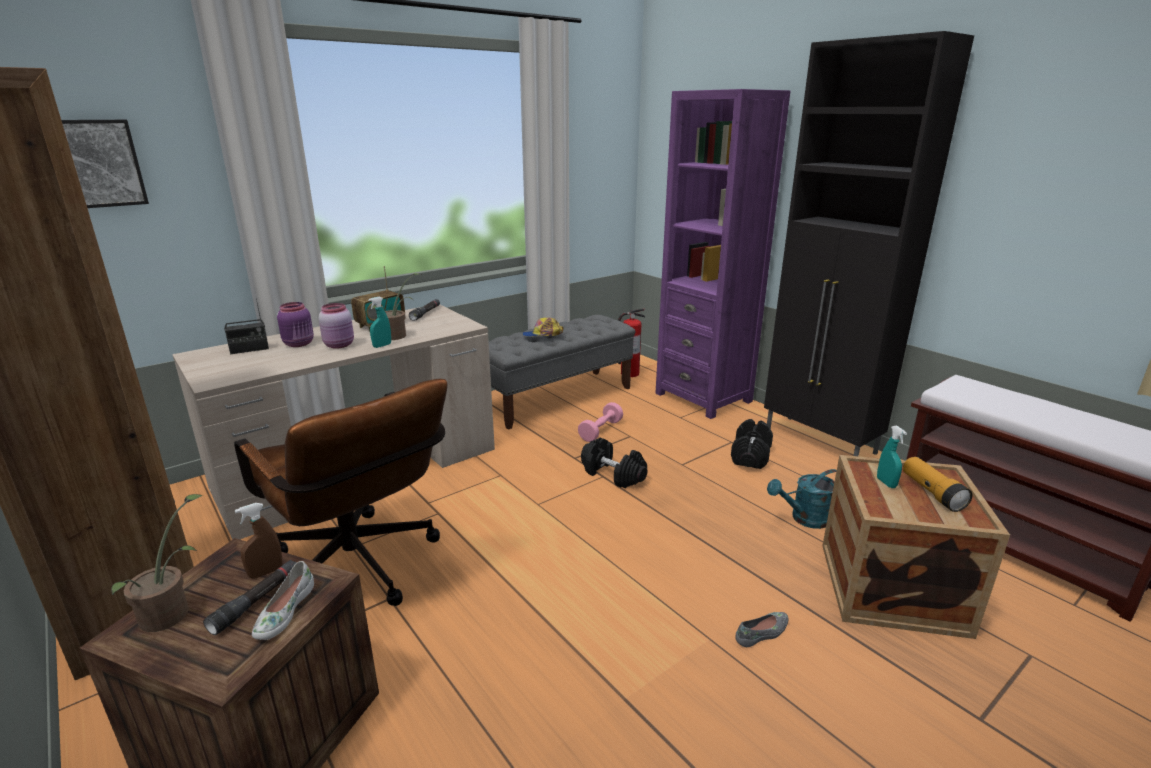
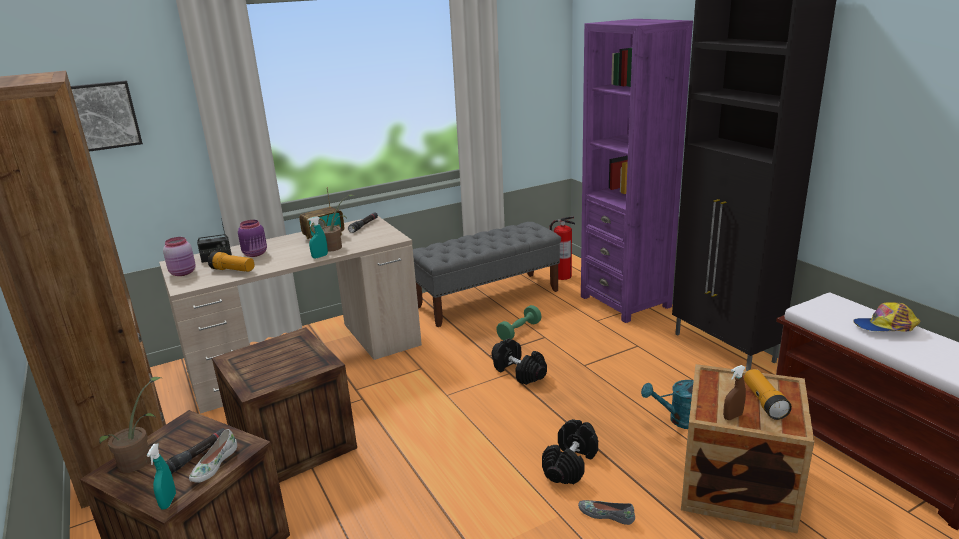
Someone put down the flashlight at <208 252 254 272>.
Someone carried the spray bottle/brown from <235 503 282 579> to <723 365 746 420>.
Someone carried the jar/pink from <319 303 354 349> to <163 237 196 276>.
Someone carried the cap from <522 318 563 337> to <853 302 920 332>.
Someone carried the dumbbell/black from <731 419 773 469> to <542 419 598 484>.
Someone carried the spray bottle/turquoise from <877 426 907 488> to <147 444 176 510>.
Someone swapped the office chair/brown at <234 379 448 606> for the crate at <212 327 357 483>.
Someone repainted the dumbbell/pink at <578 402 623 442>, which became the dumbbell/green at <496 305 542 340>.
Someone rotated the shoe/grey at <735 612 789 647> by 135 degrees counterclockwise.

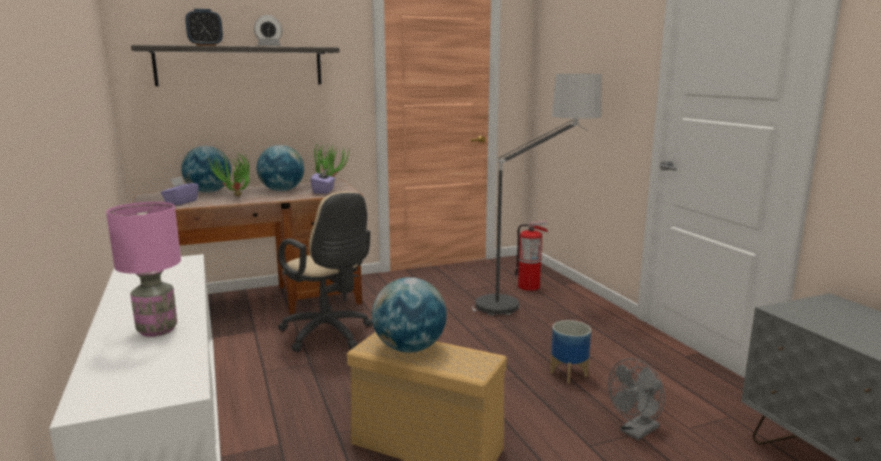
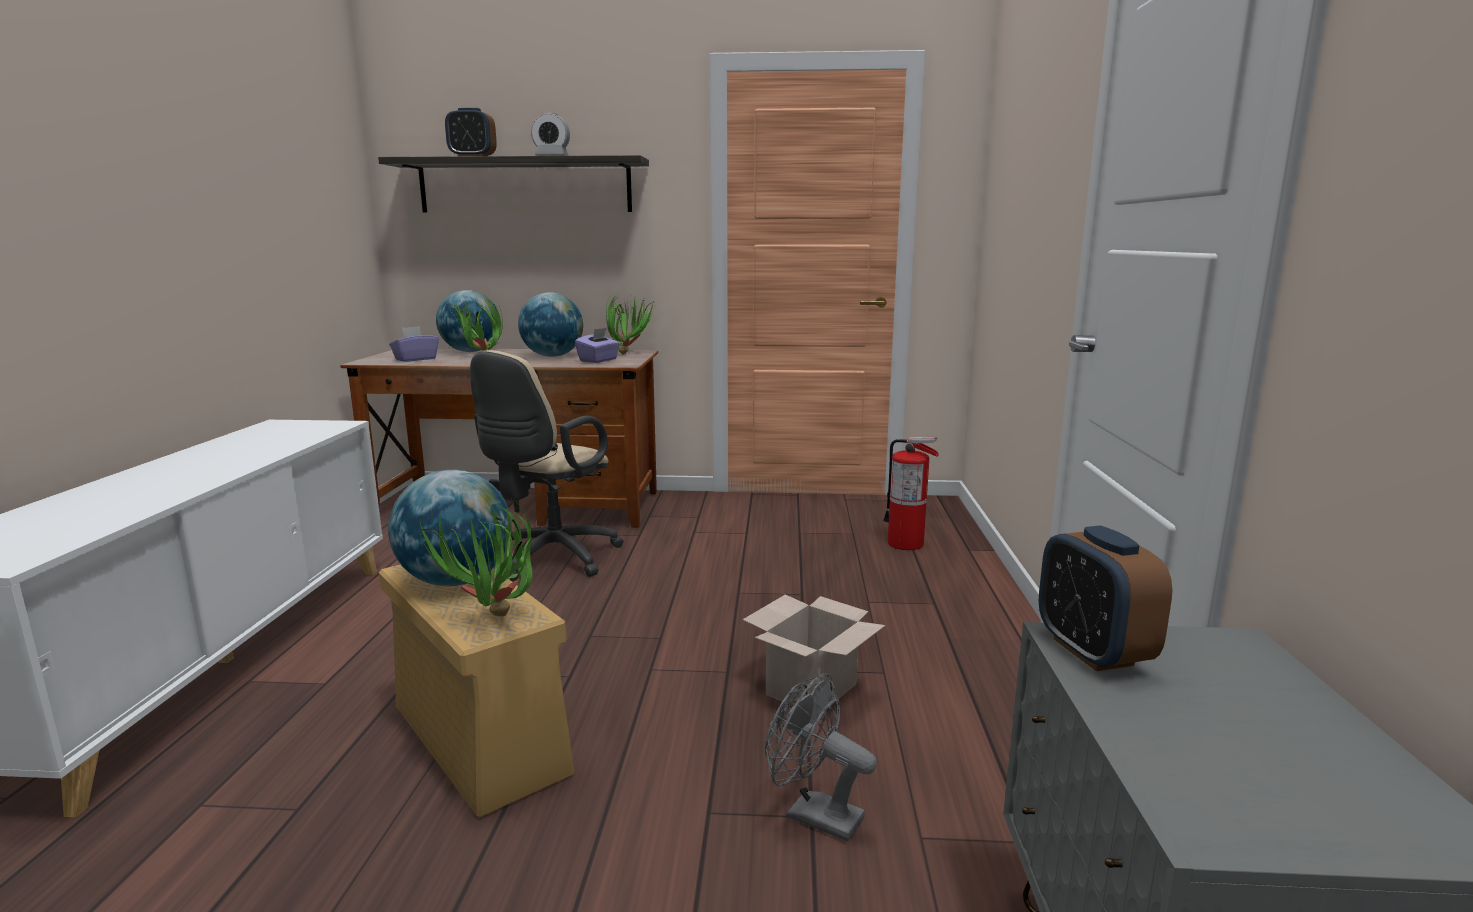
Someone took away the table lamp/pink at <106 202 181 337>.
Someone took away the floor lamp at <472 74 603 316>.
Someone put down the potted plant at <420 505 533 616>.
Someone put down the alarm clock at <1039 525 1172 671>.
Someone swapped the planter at <550 320 591 384> for the cardboard box at <743 594 885 706>.
Someone rotated the office chair/beige at <278 192 372 352> by 45 degrees clockwise.
Someone rotated the fan/grey at <608 358 665 440> by 45 degrees clockwise.

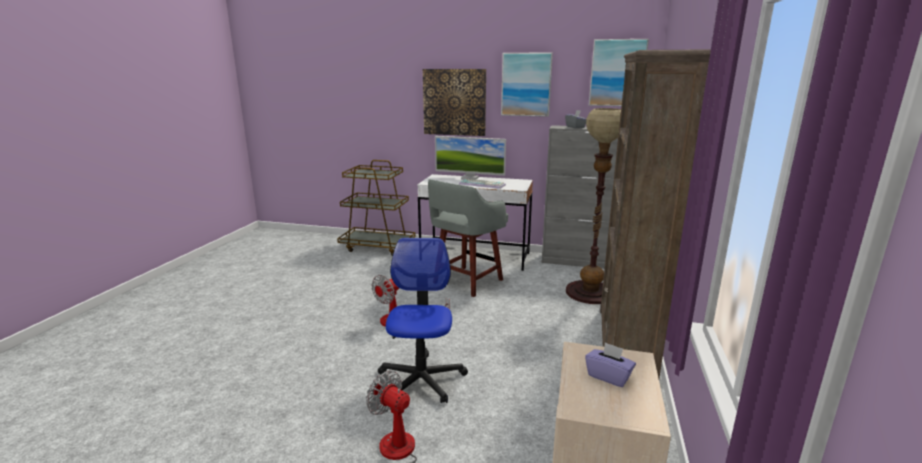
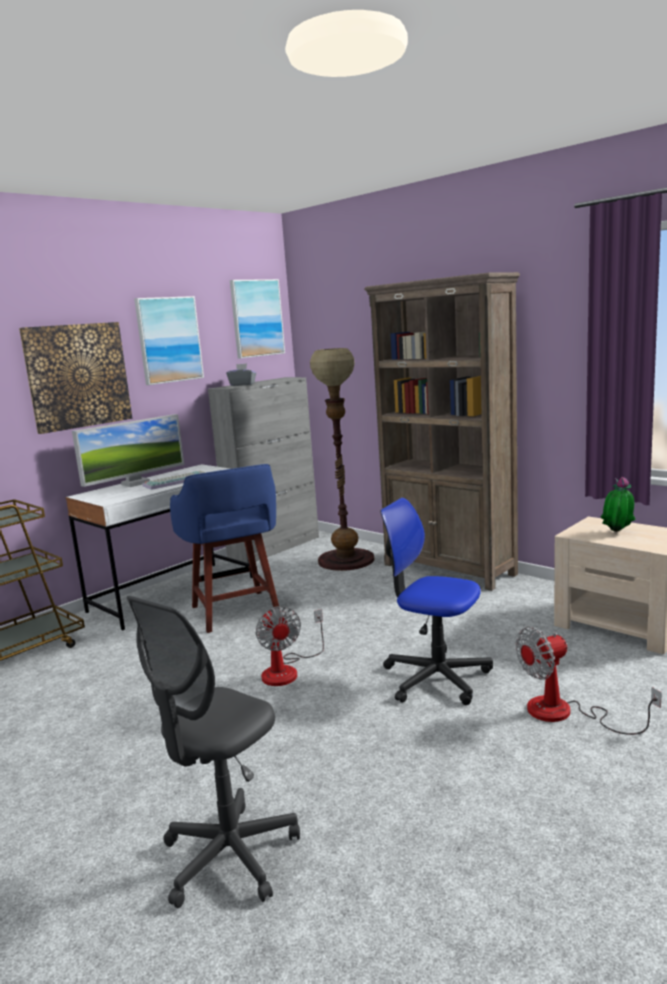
Someone put down the office chair/grey at <127 596 300 908>.
Someone swapped the tissue box/purple at <585 342 636 387> for the potted plant at <600 477 636 532>.
Someone repainted the stool/grey at <428 179 508 297>, which became the stool/blue at <170 464 280 633>.

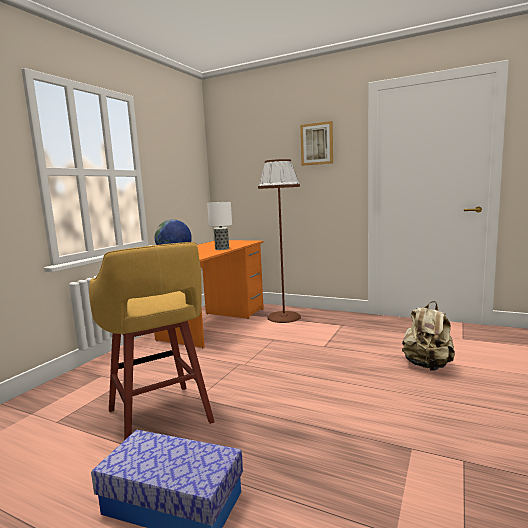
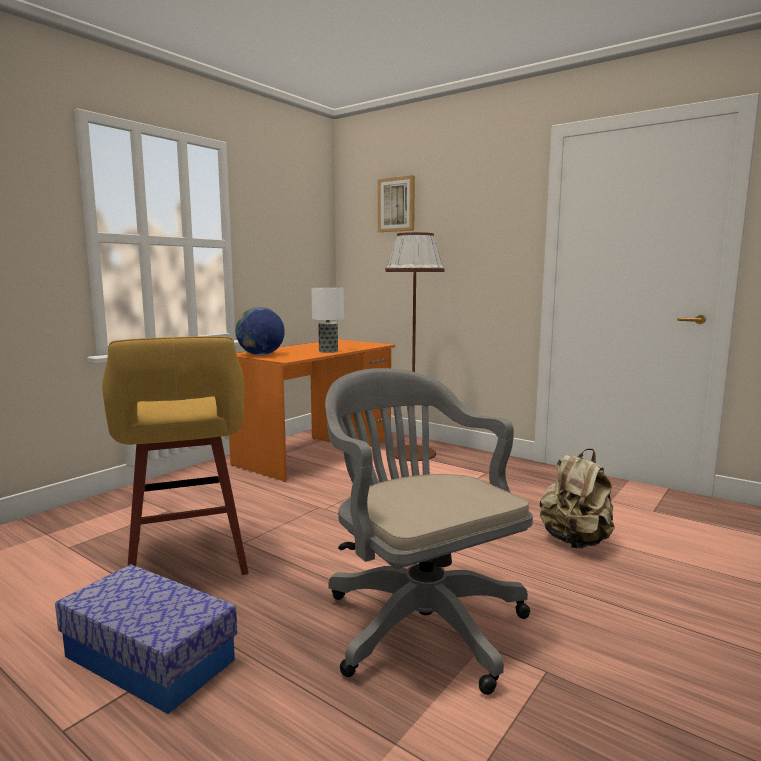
Someone put down the office chair/grey at <325 368 533 695>.
Someone carried the picture from <300 121 333 166> to <378 175 415 232>.

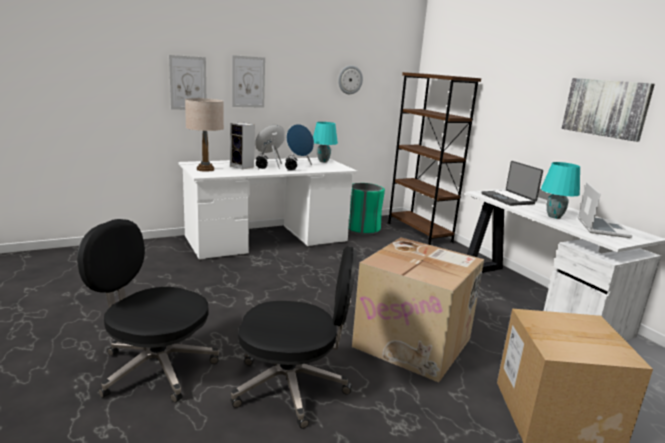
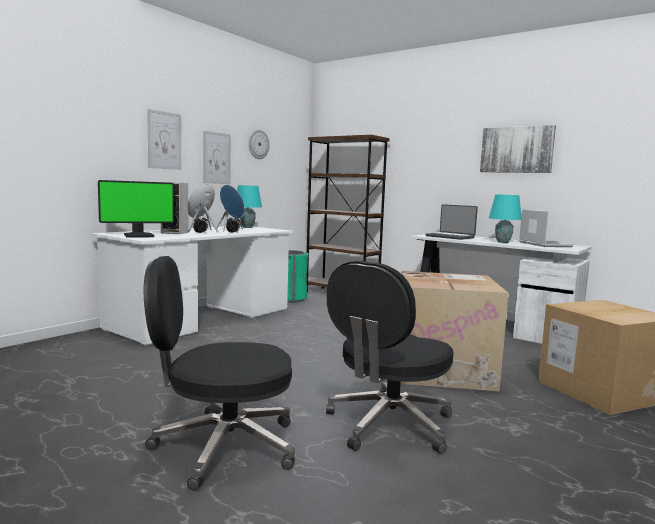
Someone carried the picture from <169 55 206 110> to <203 131 231 184>.
Someone swapped the table lamp/beige at <185 98 224 172> for the monitor at <98 180 174 238>.
Someone rotated the office chair/black at <231 246 357 429> by 150 degrees clockwise.

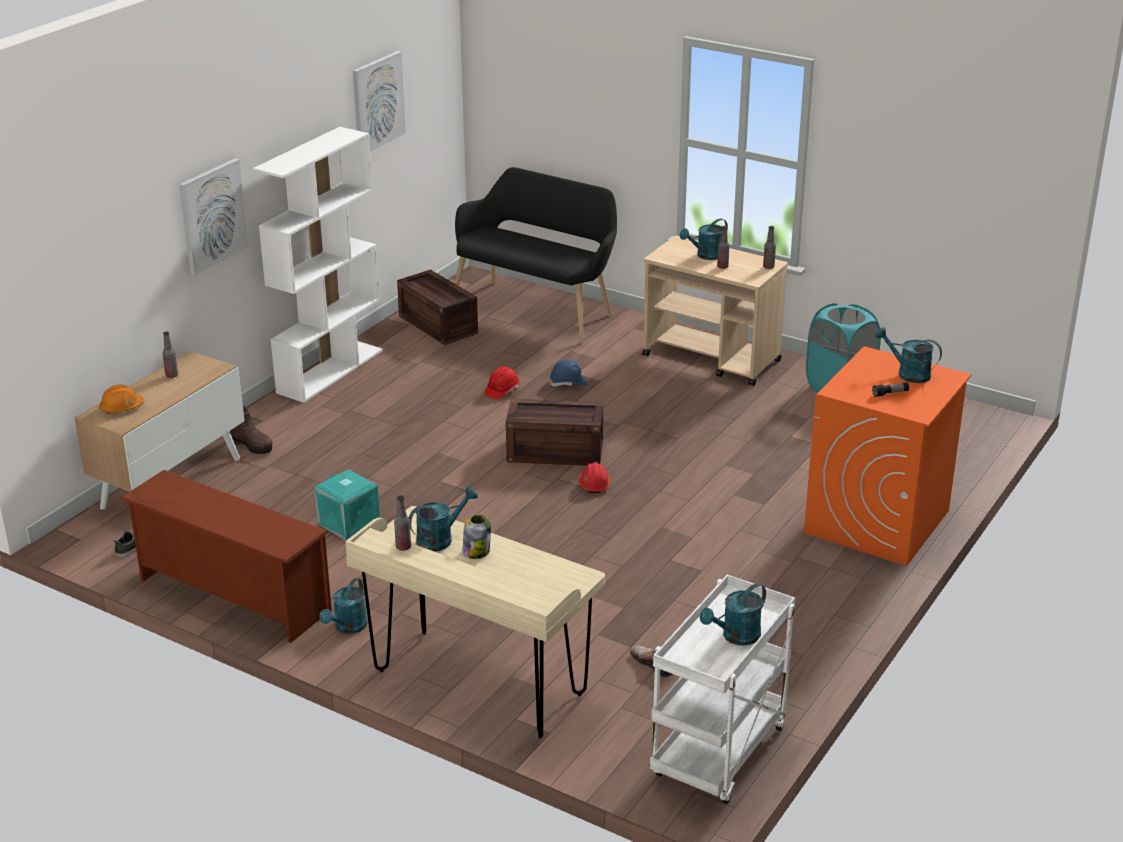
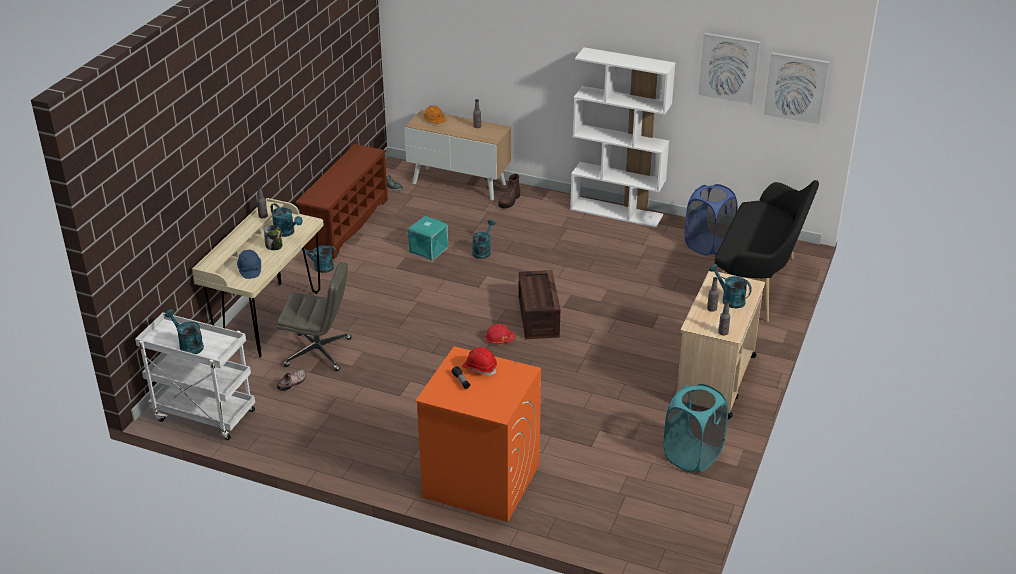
Someone put down the office chair/grey at <277 262 352 371>.
Someone carried the picture from <179 158 249 276> to <764 52 829 124>.
Someone carried the hard hat/red from <485 367 519 399> to <462 347 497 376>.
Someone carried the hard hat/blue from <550 360 587 386> to <237 250 261 279>.
Someone carried the watering can/turquoise from <875 327 942 383> to <472 220 495 259>.
Someone swapped the crate at <397 269 478 345> for the laundry basket/blue at <685 184 738 255>.

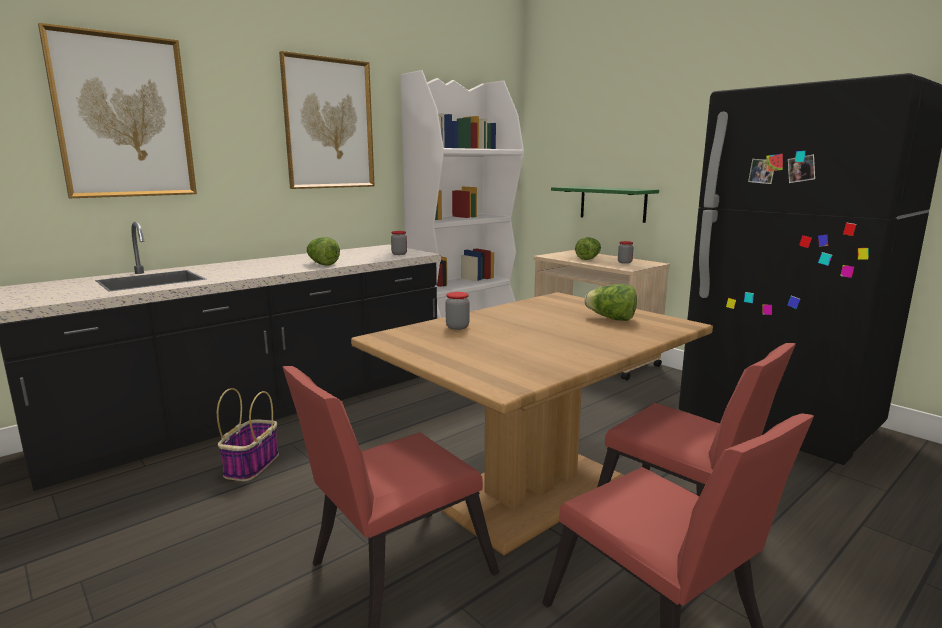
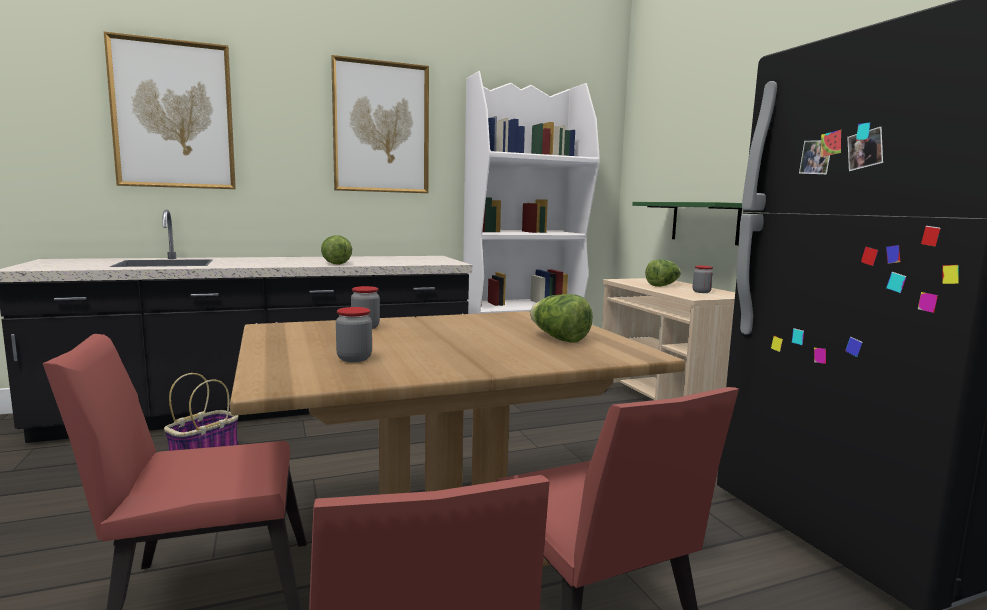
Someone carried the jar from <391 231 407 255> to <336 307 372 362>.

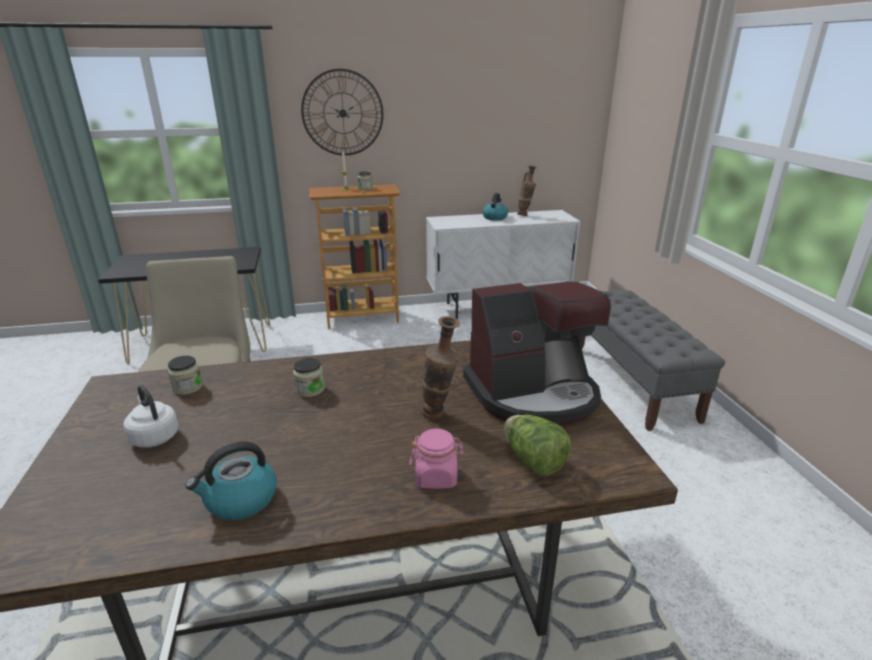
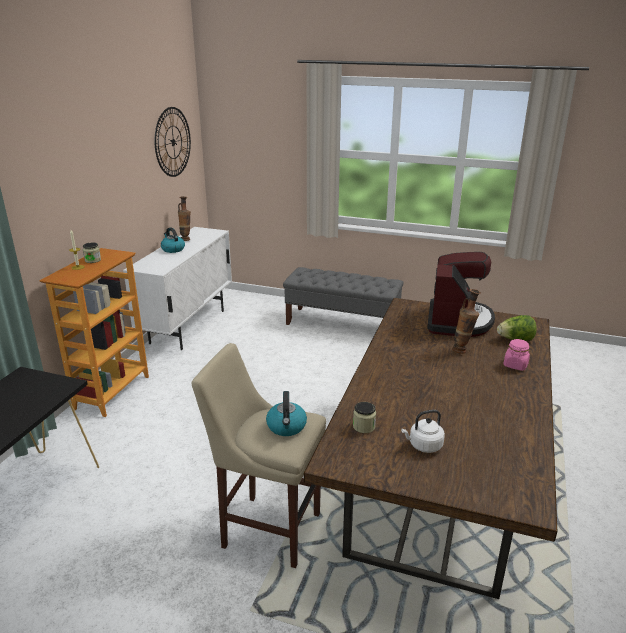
Someone took away the jar at <293 358 324 397>.
Someone carried the kettle from <185 441 277 520> to <266 391 307 436>.
Someone carried the wall clock from <301 69 383 156> to <155 107 191 177>.

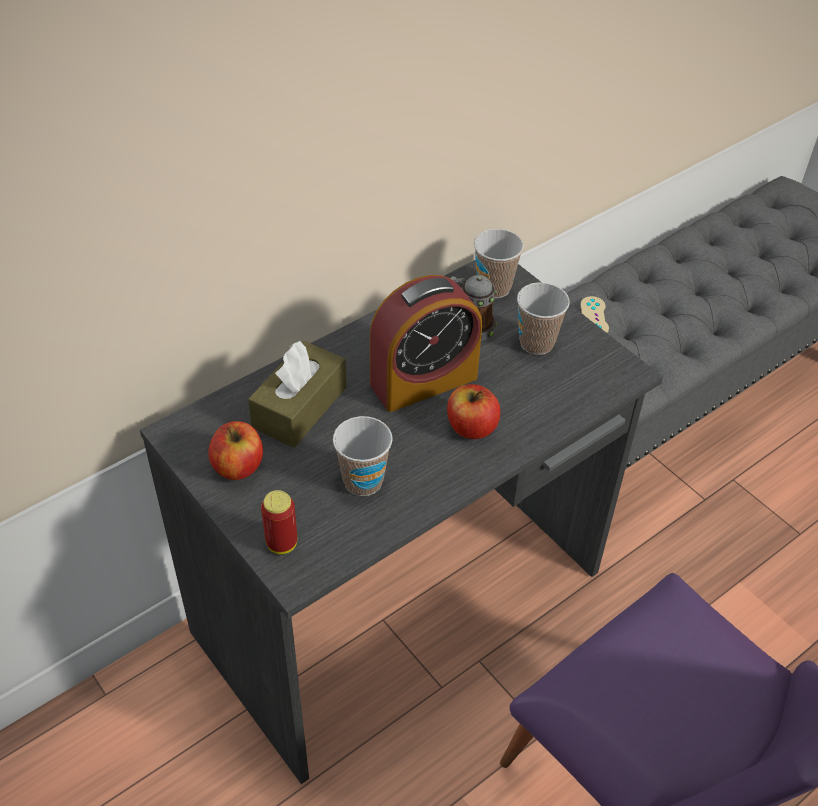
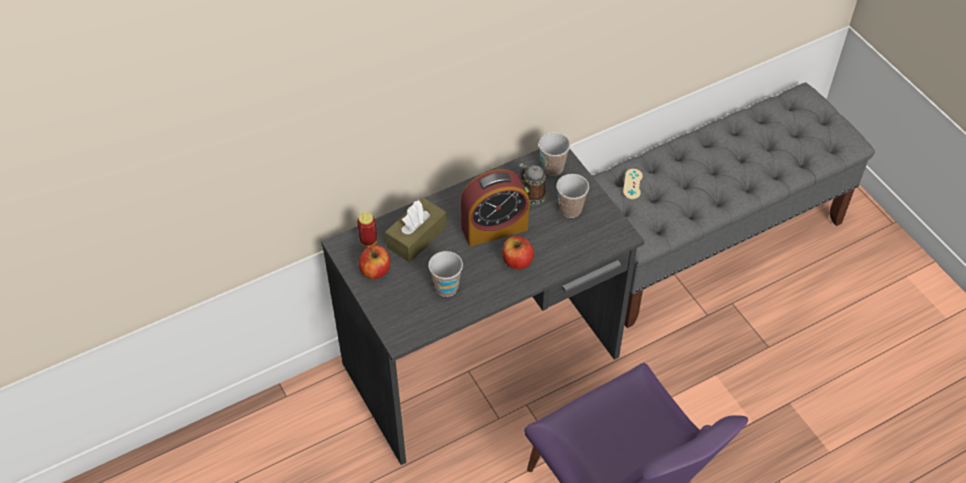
Someone carried the can from <261 490 297 554> to <357 212 377 247>.

